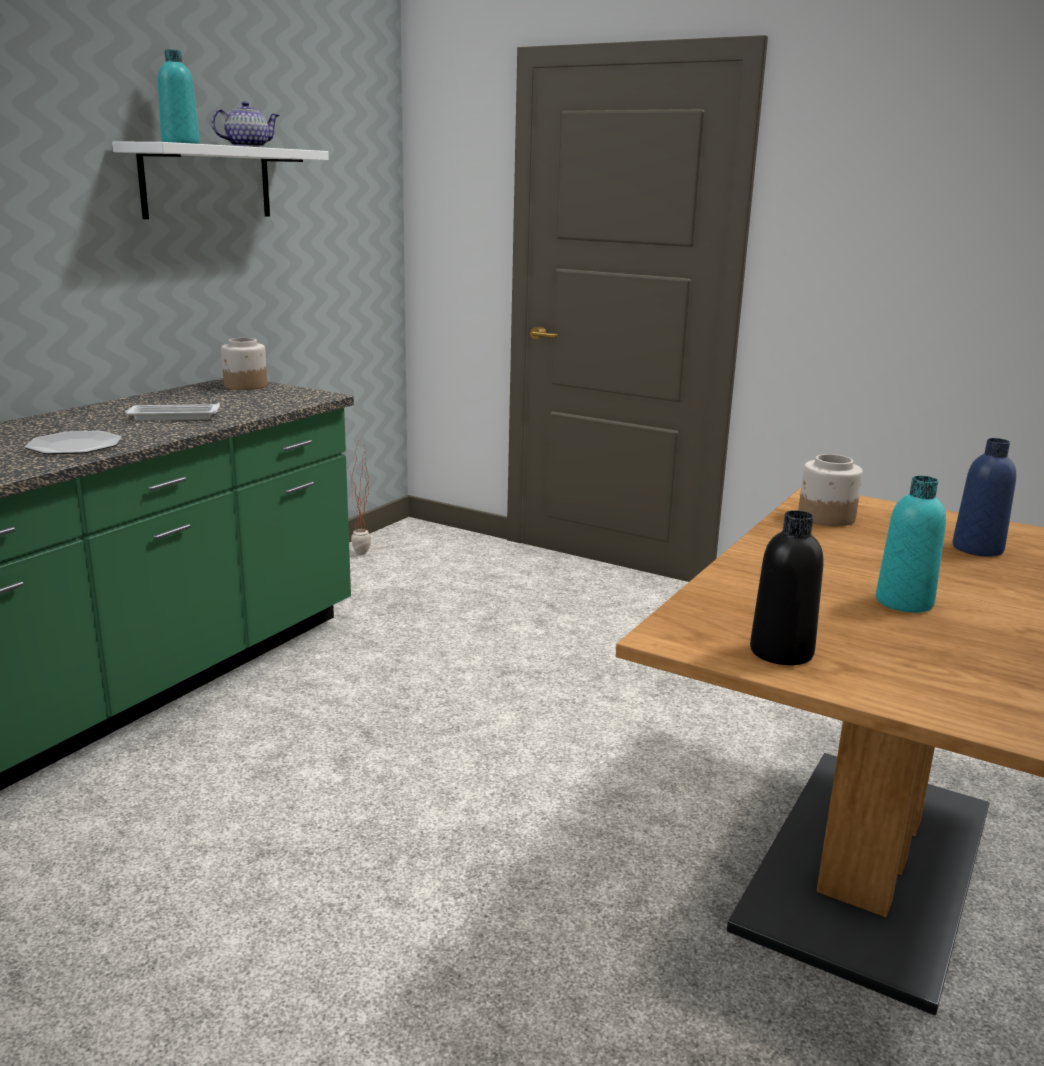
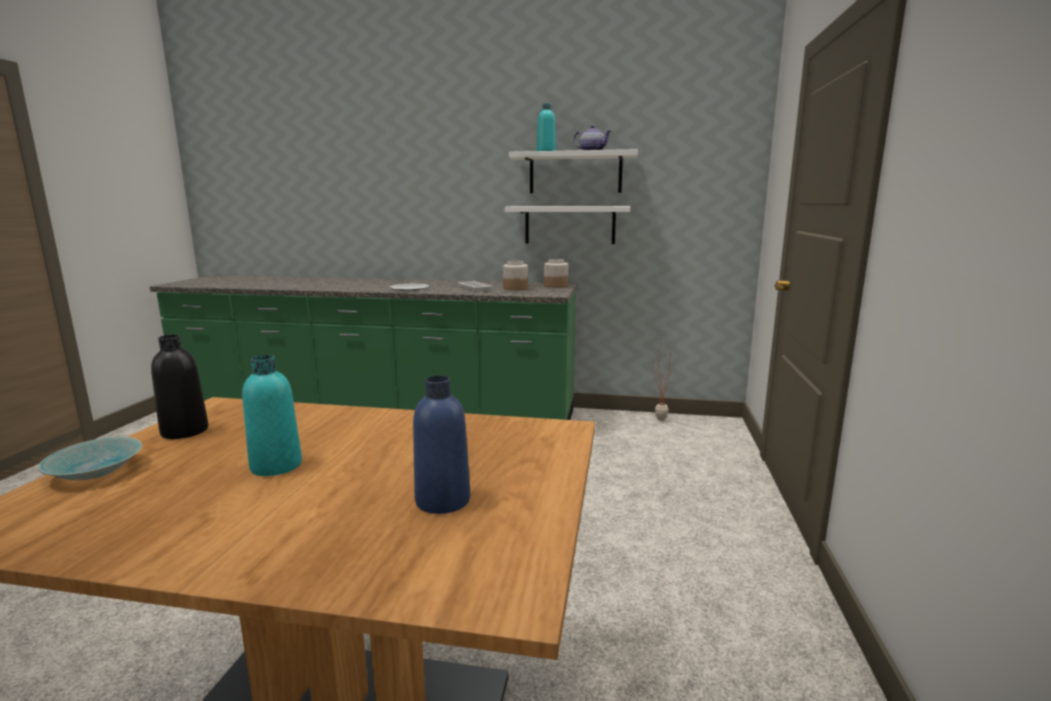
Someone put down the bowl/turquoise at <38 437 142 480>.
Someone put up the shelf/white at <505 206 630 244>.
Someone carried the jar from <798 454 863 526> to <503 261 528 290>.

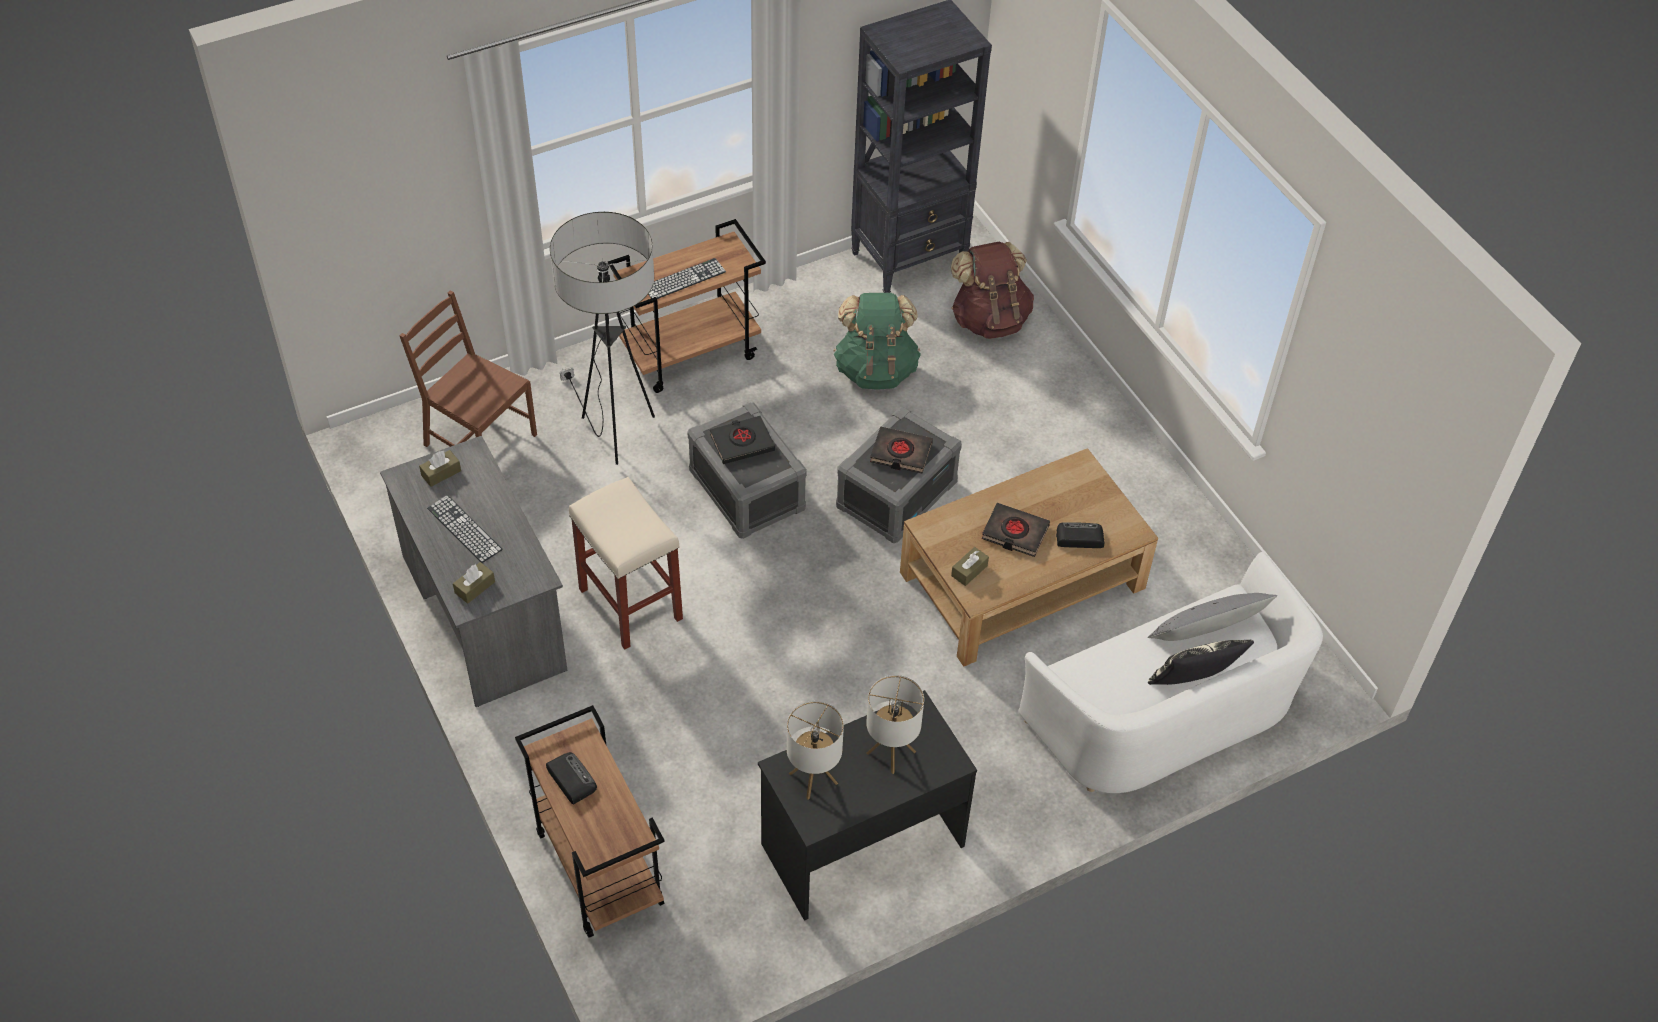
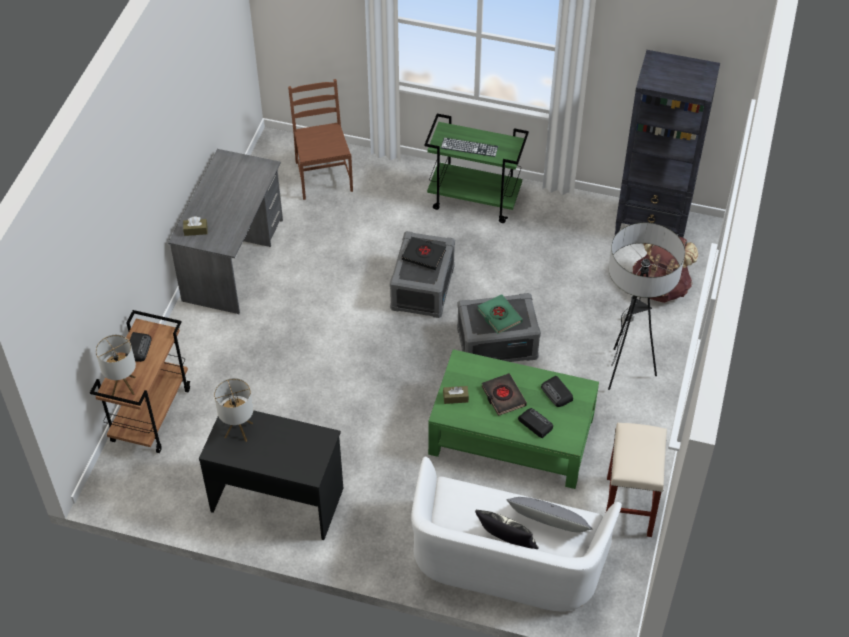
Someone took away the tissue box/brown at <419 450 461 487>.
Someone took away the keyboard at <427 495 503 563>.
Someone took away the backpack/green at <834 293 921 390>.
Someone put down the radio at <541 376 573 407>.
Someone carried the floor lamp from <550 212 655 465> to <608 222 685 390>.
Someone carried the stool/beige from <569 477 683 650> to <606 423 667 537>.
Someone carried the table lamp from <866 675 924 774> to <95 335 136 396>.
Someone repainted the cart/brown at <608 219 766 393>, which became the cart/green at <424 114 529 223>.
Someone repainted the book/black at <870 427 933 473>, which became the book/green at <477 294 523 334>.
Someone repainted the coffee table/brown at <900 448 1158 667>, which became the coffee table/green at <428 349 599 489>.

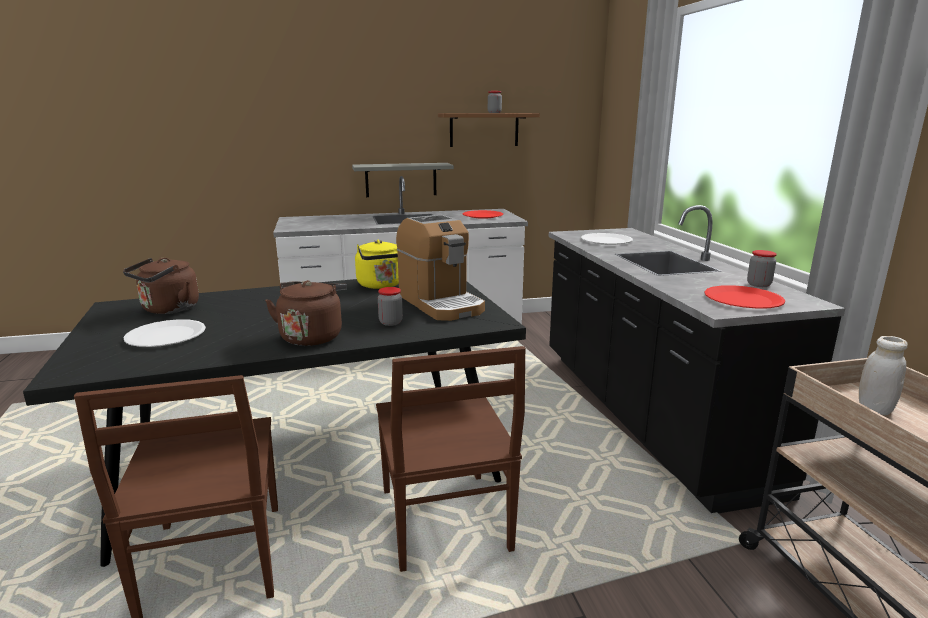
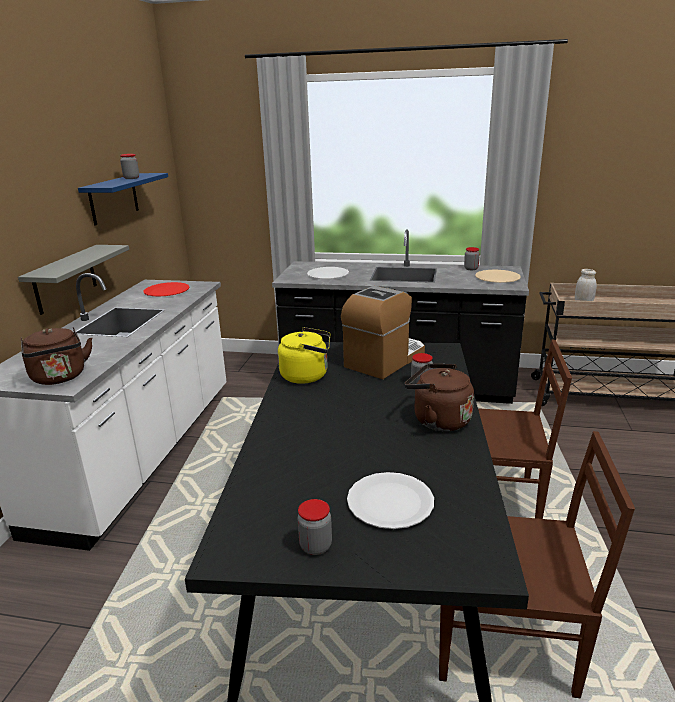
Someone put down the jar at <297 499 332 555>.
Someone carried the kettle/brown from <123 257 199 314> to <21 328 92 385>.
Someone repainted the shelf/brown at <438 113 540 147>, which became the shelf/blue at <78 173 168 226>.
Someone repainted the plate/red at <704 285 785 309>, which became the plate/beige at <475 270 521 283>.
Someone rotated the coffee machine at <396 215 485 321> by 45 degrees counterclockwise.

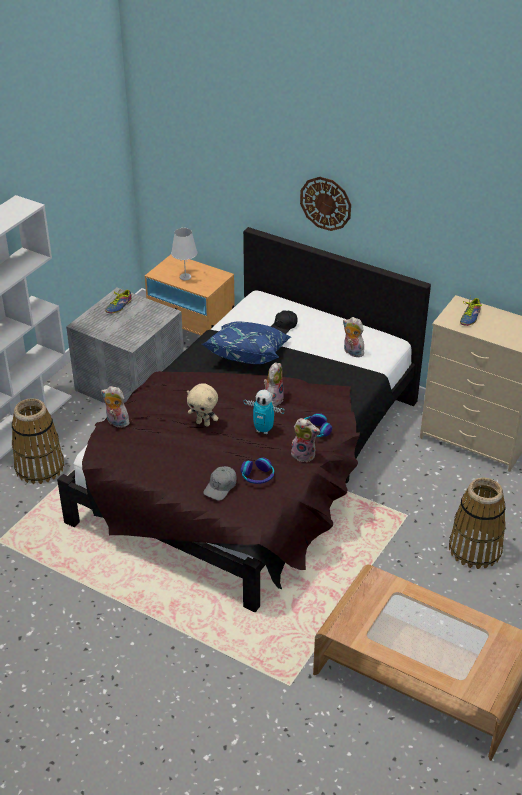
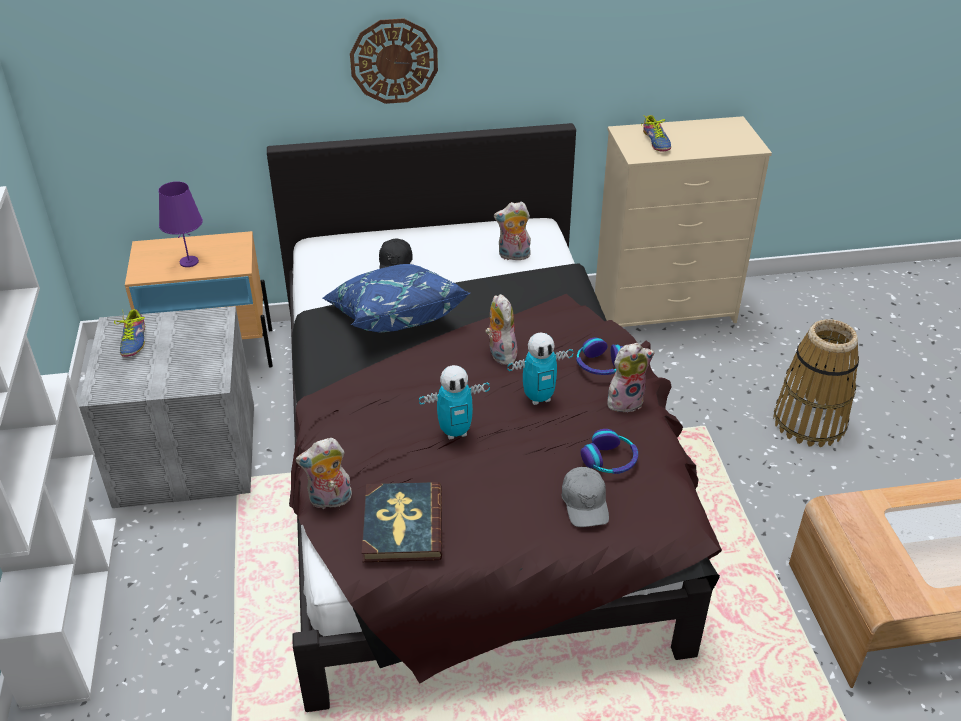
Someone took away the basket at <12 398 64 484>.
Someone put down the book at <362 482 442 562>.
Someone swapped the plush toy/beige at <187 383 219 427> for the toy robot at <419 365 490 440>.
Someone repainted the table lamp/white at <171 228 197 280>, which became the table lamp/purple at <159 181 203 267>.

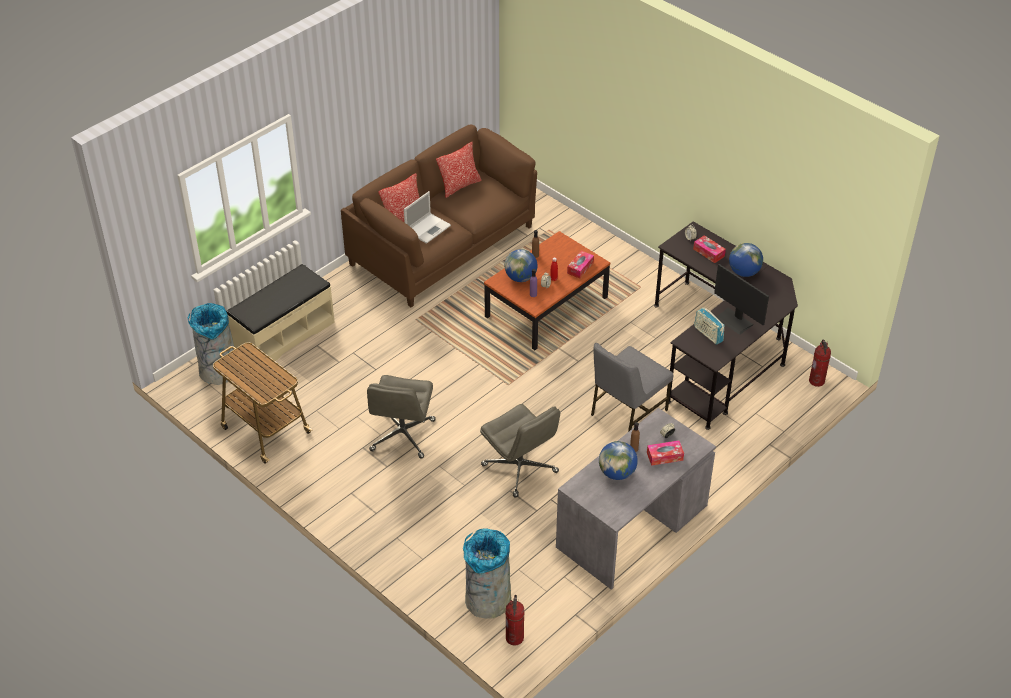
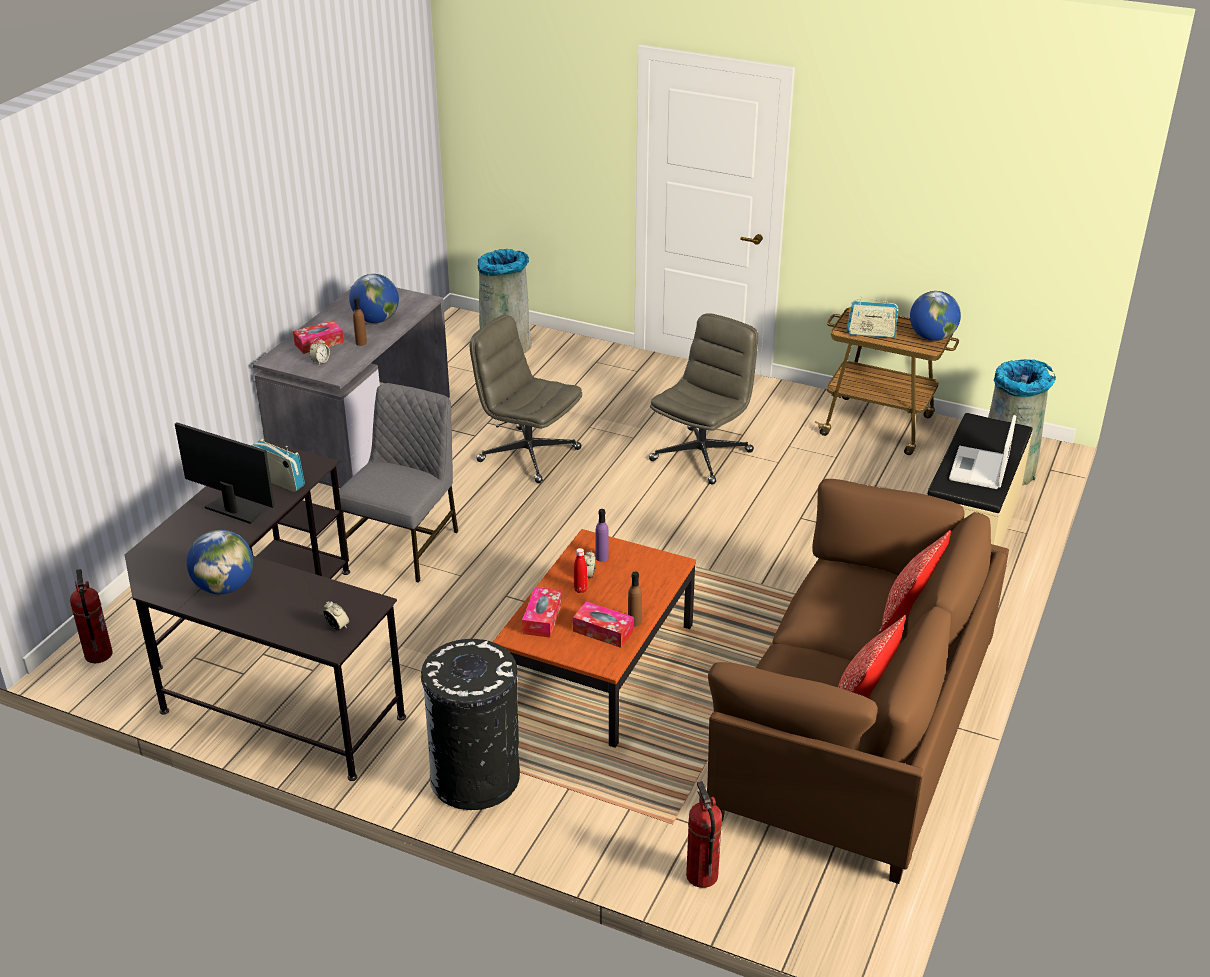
Someone put down the trash can/black at <421 639 520 810>.
Someone put down the radio at <847 296 898 338>.
Someone carried the laptop from <404 191 451 244> to <949 415 1016 489>.
Someone carried the globe from <505 249 537 282> to <910 291 961 341>.
Someone carried the fire extinguisher from <505 595 525 646> to <686 781 722 888>.
Someone carried the tissue box from <693 235 726 263> to <573 601 634 648>.
Someone rotated the office chair/grey at <367 375 436 459> by 45 degrees clockwise.

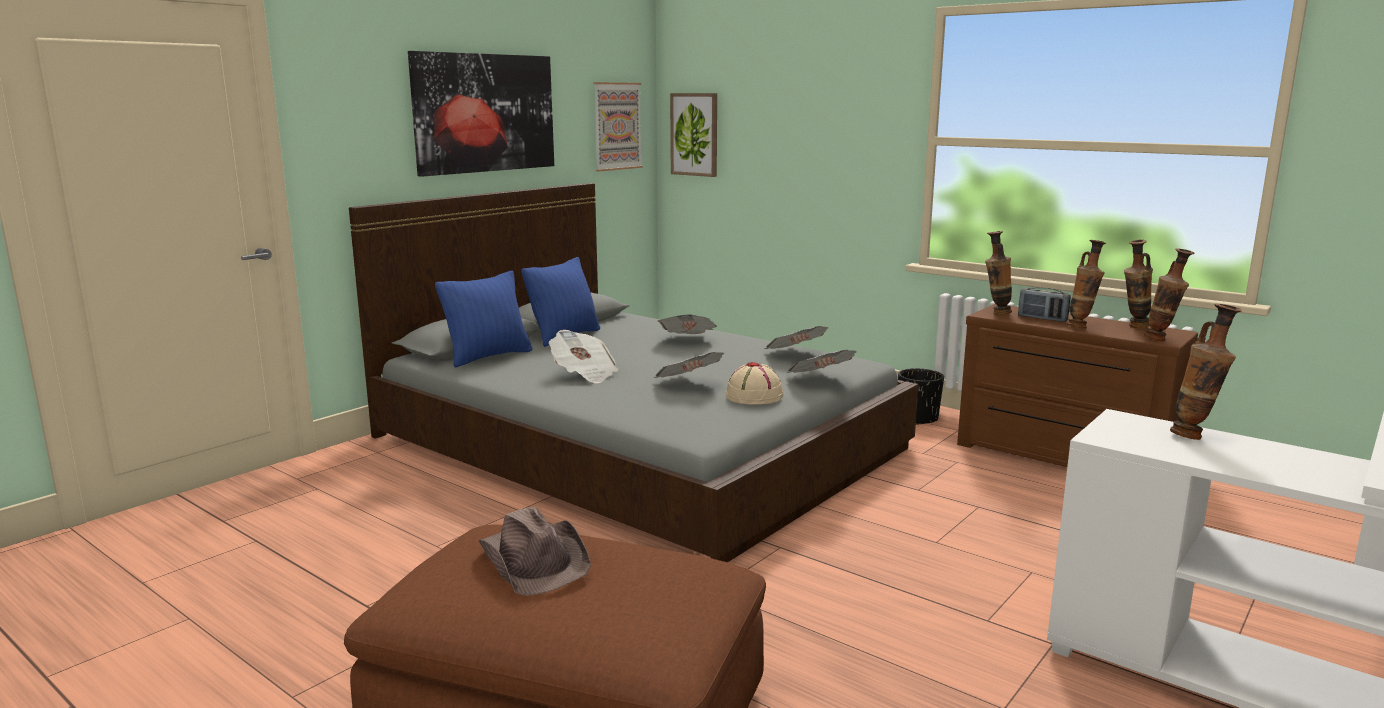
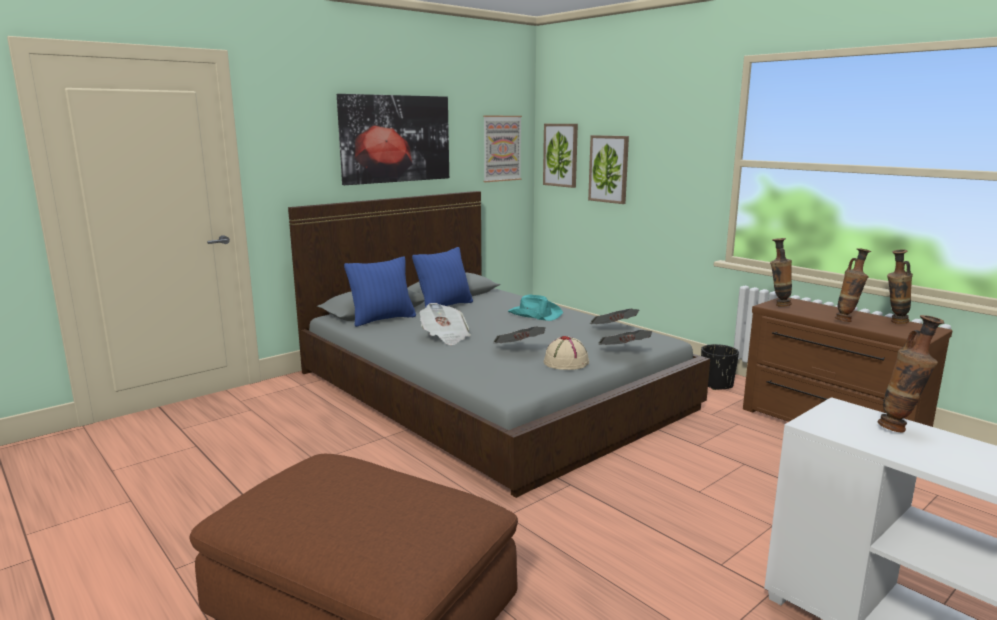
Someone took away the hat/brown at <479 507 591 596>.
Someone took away the radio at <1018 287 1071 322>.
Someone took away the vase at <1144 249 1194 341>.
Someone put up the picture at <588 135 629 204>.
Someone swapped the newspaper at <658 315 717 334> for the hat/turquoise at <508 294 563 321>.

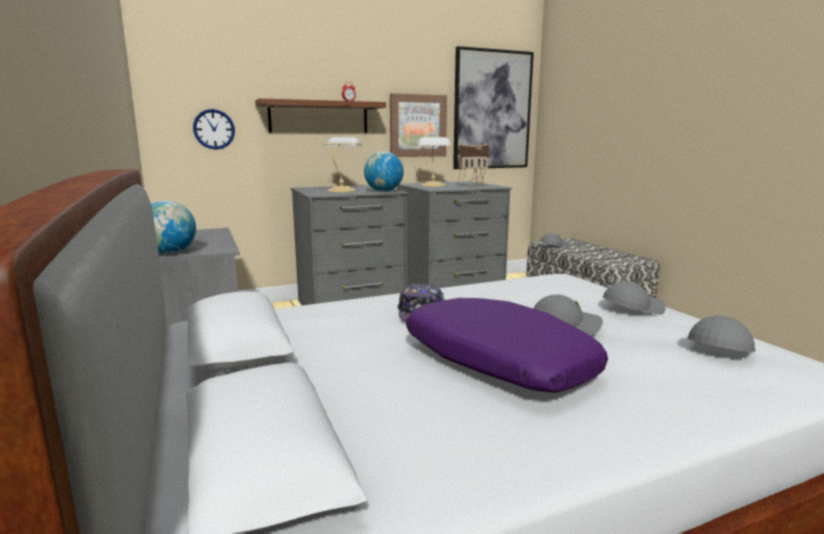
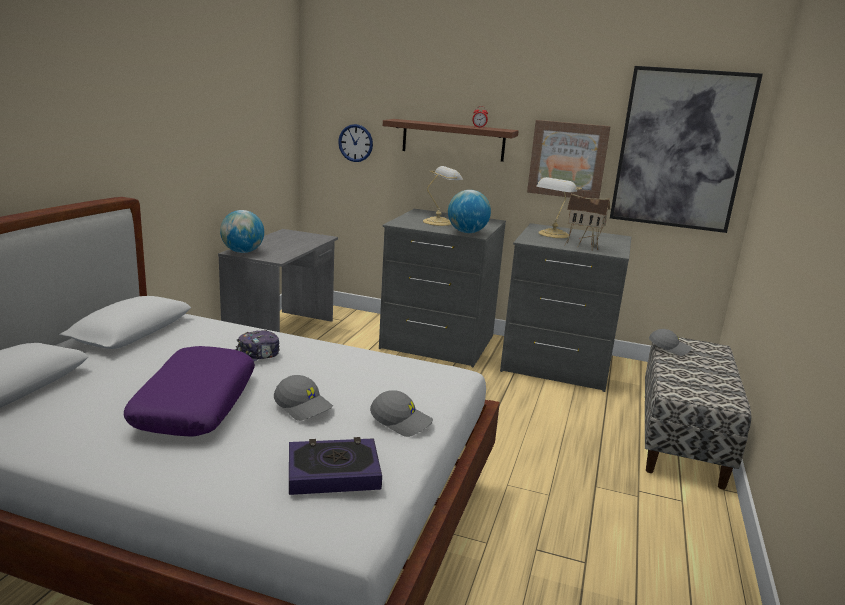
Someone swapped the cap/grey at <688 316 756 352> for the book at <289 437 382 495>.

